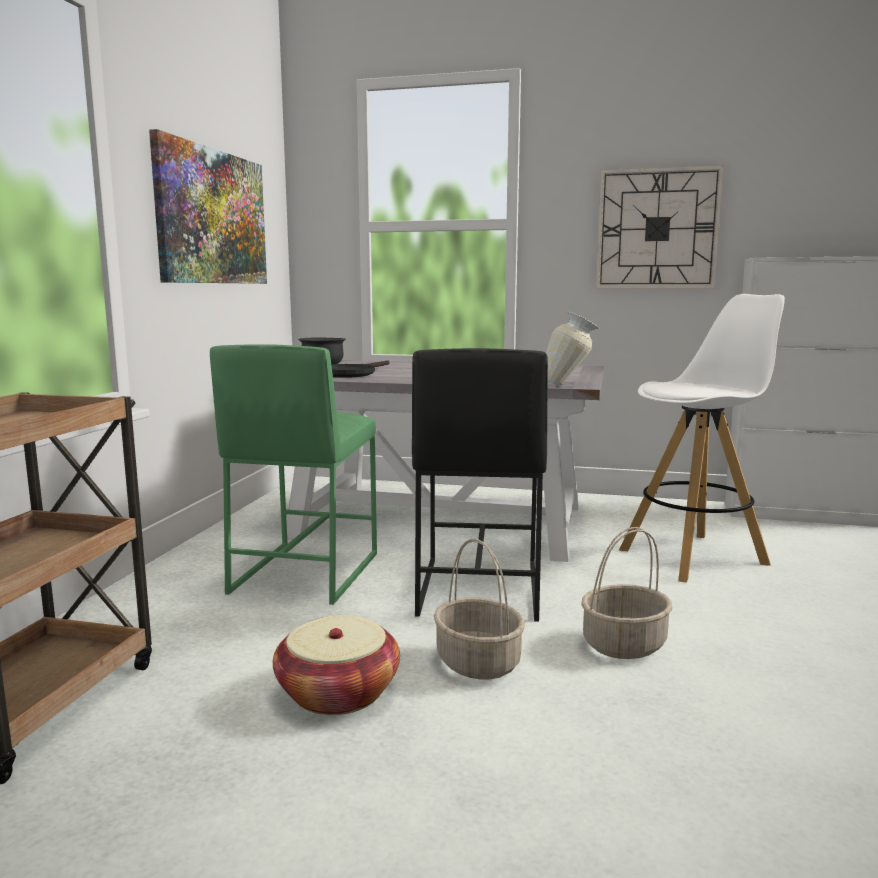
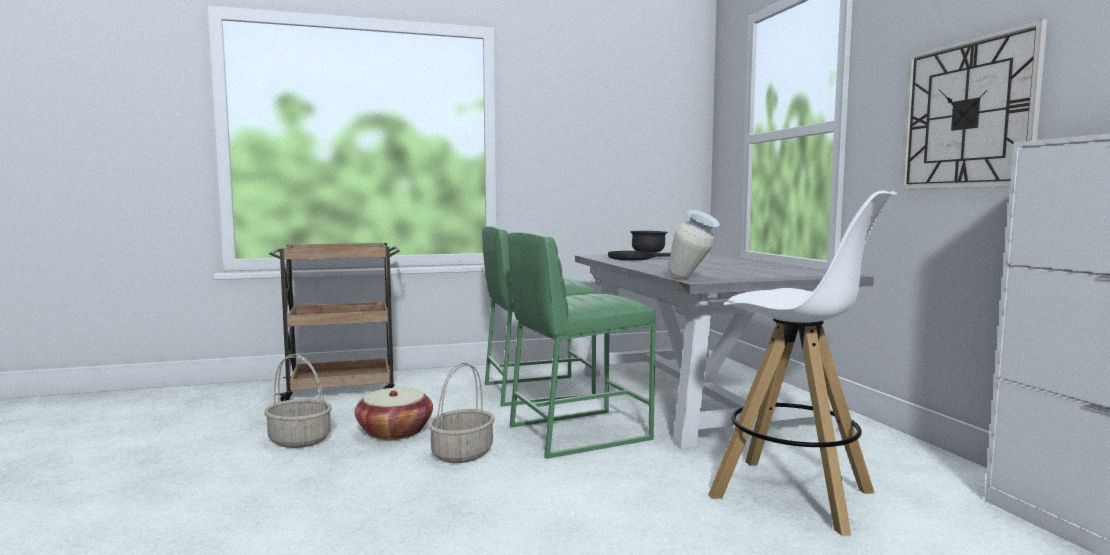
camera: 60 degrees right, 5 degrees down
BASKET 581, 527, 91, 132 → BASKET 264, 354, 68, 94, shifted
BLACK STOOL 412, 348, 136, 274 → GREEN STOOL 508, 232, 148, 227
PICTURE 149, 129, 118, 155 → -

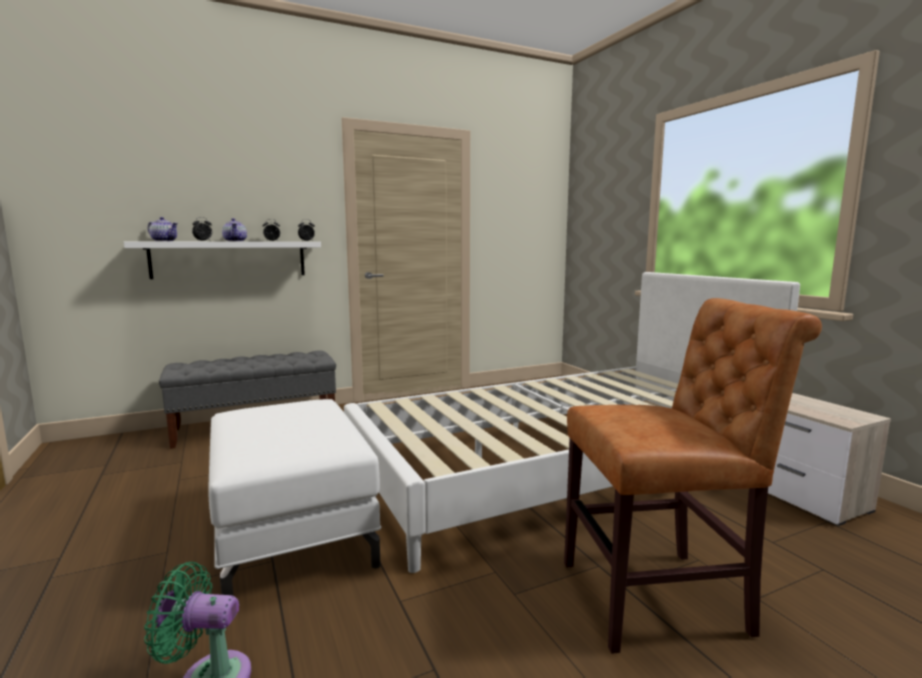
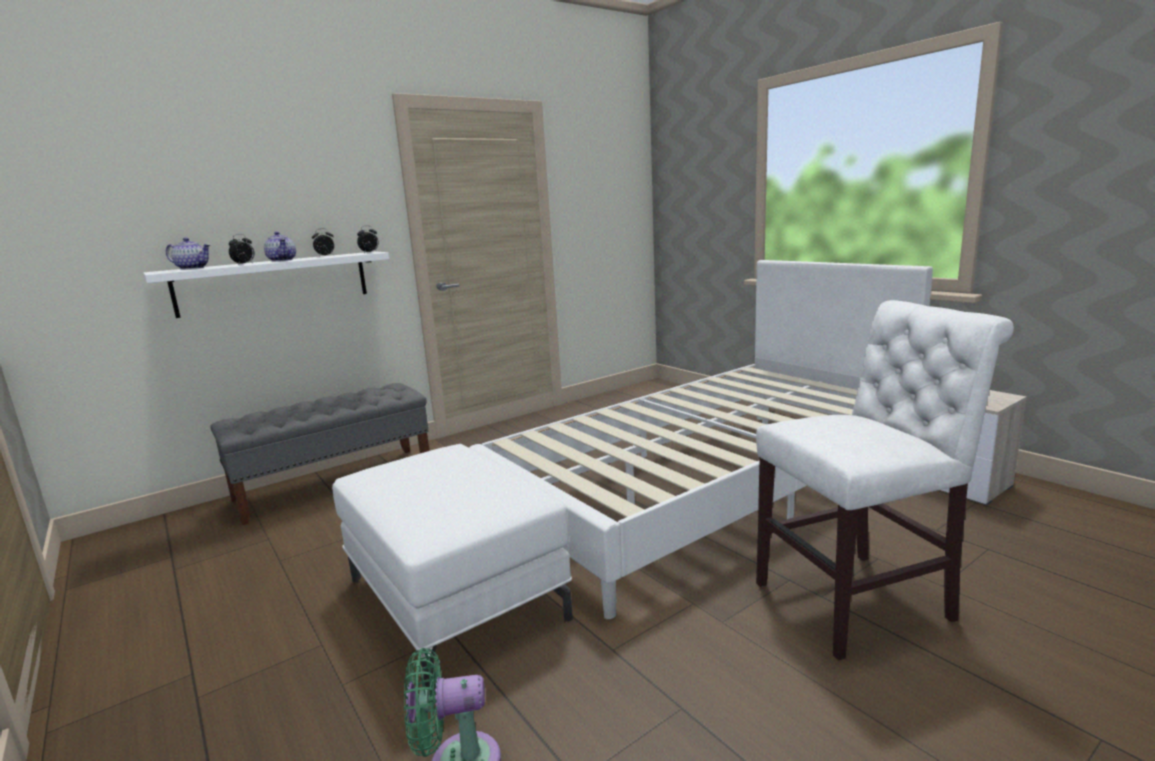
camera: 10 degrees left, 5 degrees up
BROWN CHAIR 564, 298, 258, 356 → WHITE CHAIR 756, 300, 258, 360

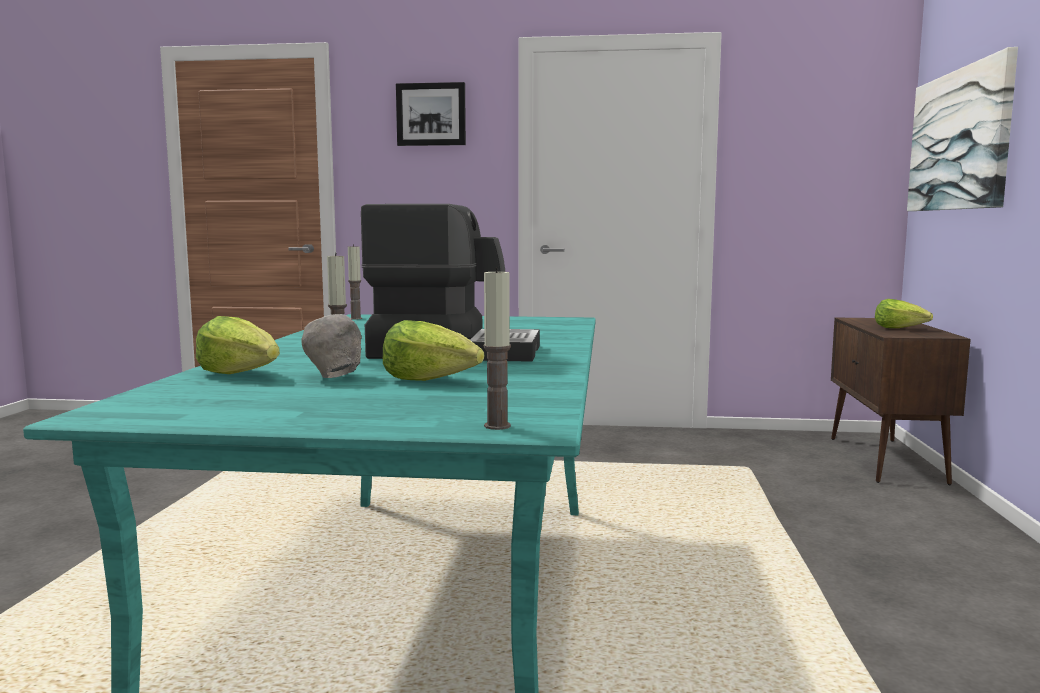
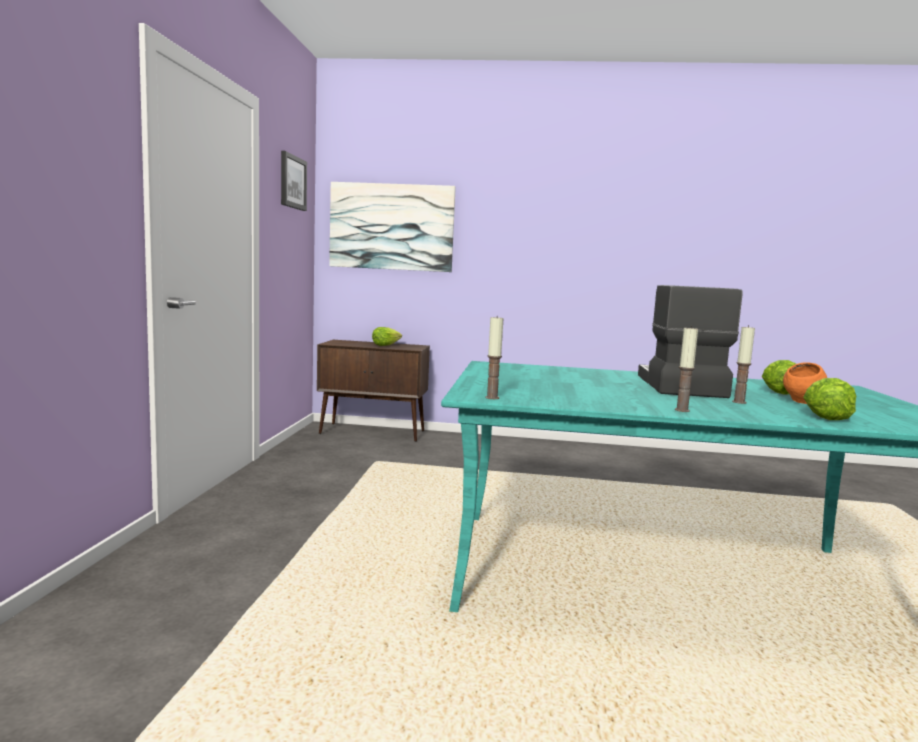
camera: 90 degrees left, 0 degrees up
PICTURE 396, 82, 70, 64 → PICTURE 281, 151, 26, 60, shifted
CANDLE 483, 267, 28, 163 → CANDLE 675, 326, 23, 86, shifted
GREY BOWL 301, 314, 61, 64 → ORANGE BOWL 783, 362, 44, 42

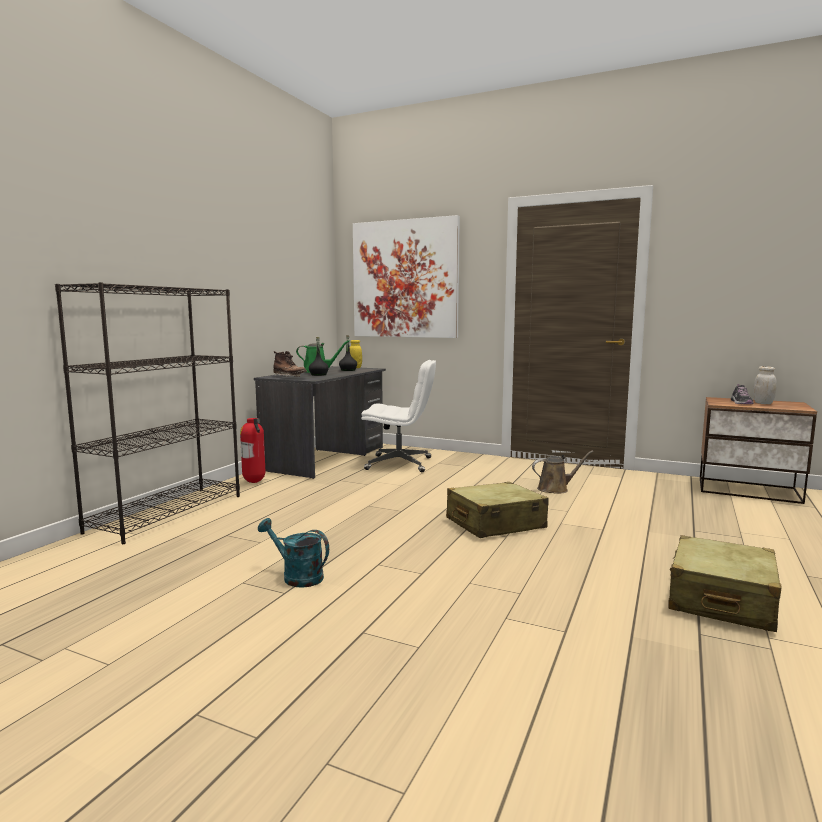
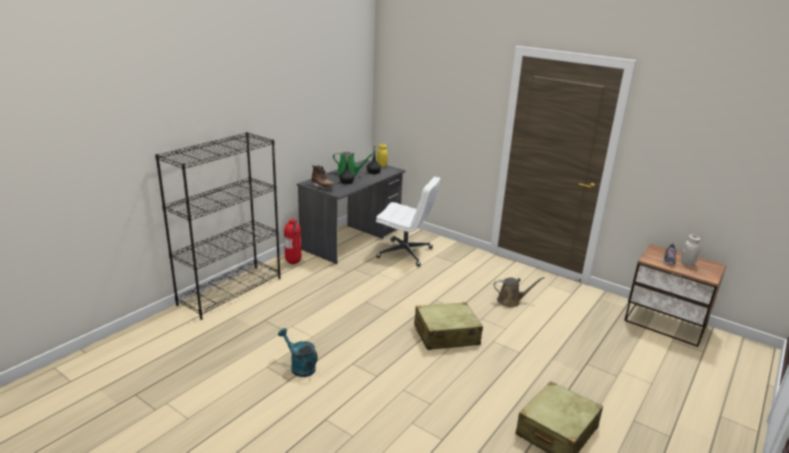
camera: 10 degrees right, 15 degrees up
PICTURE 353, 215, 107, 123 → -

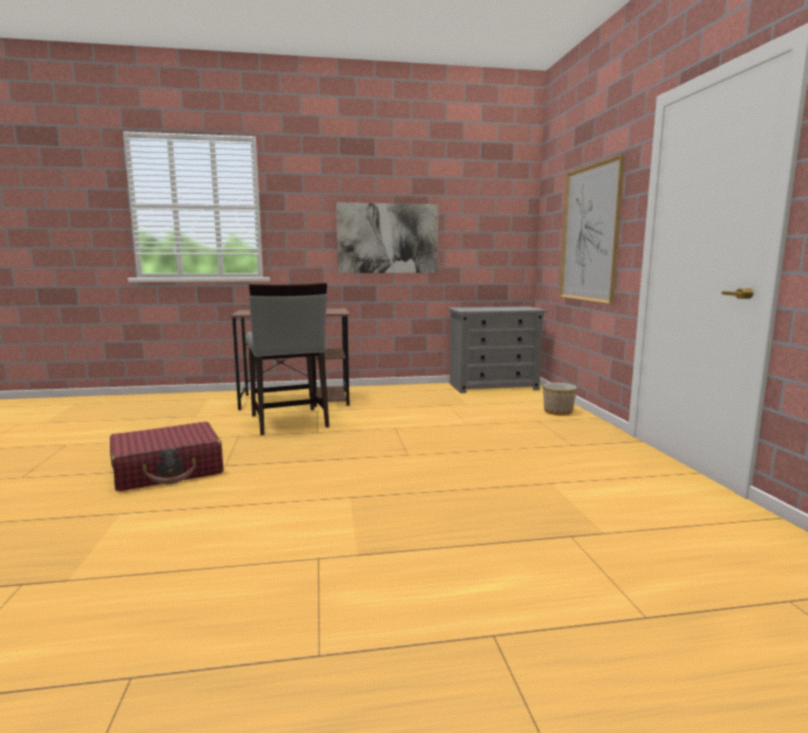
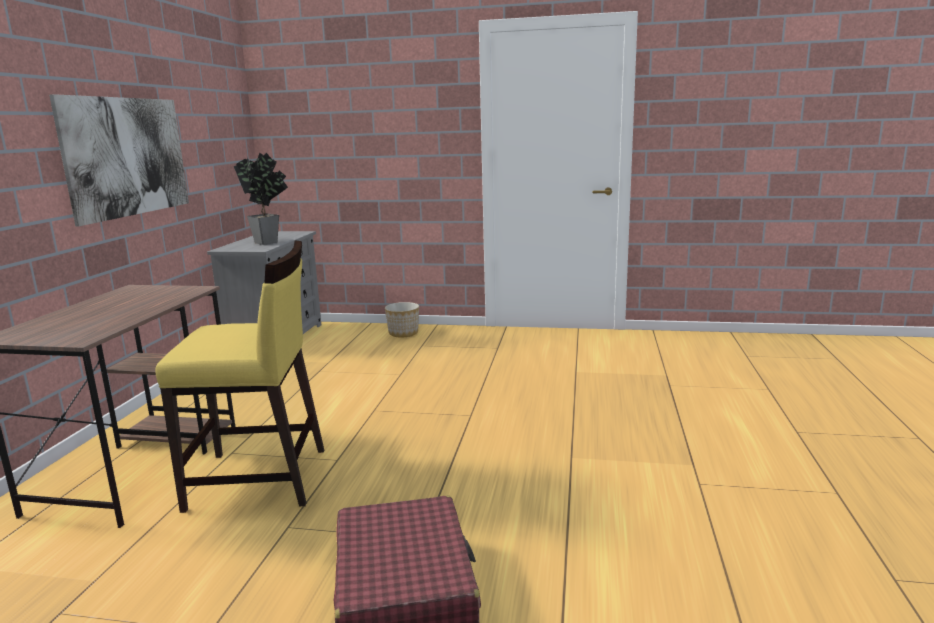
camera: 70 degrees left, 5 degrees up
GREY CHAIR 245, 283, 84, 152 → YELLOW CHAIR 155, 240, 169, 273
- → POTTED PLANT 234, 153, 54, 92
PICTURE 559, 154, 66, 150 → -

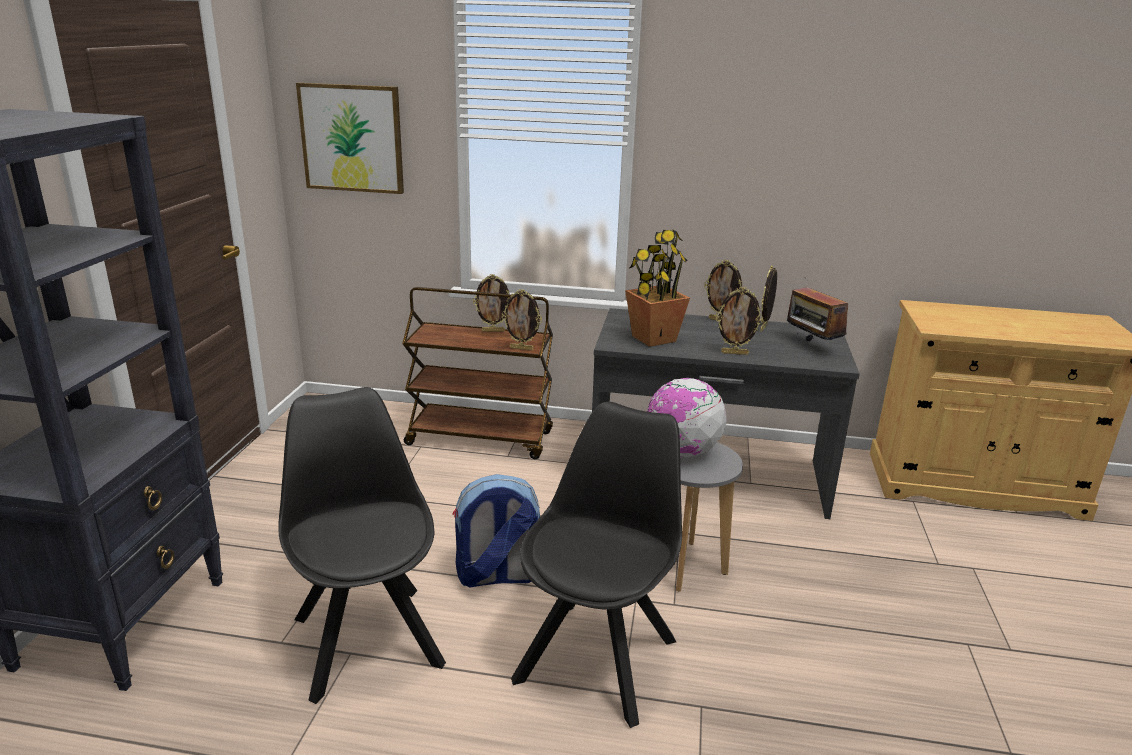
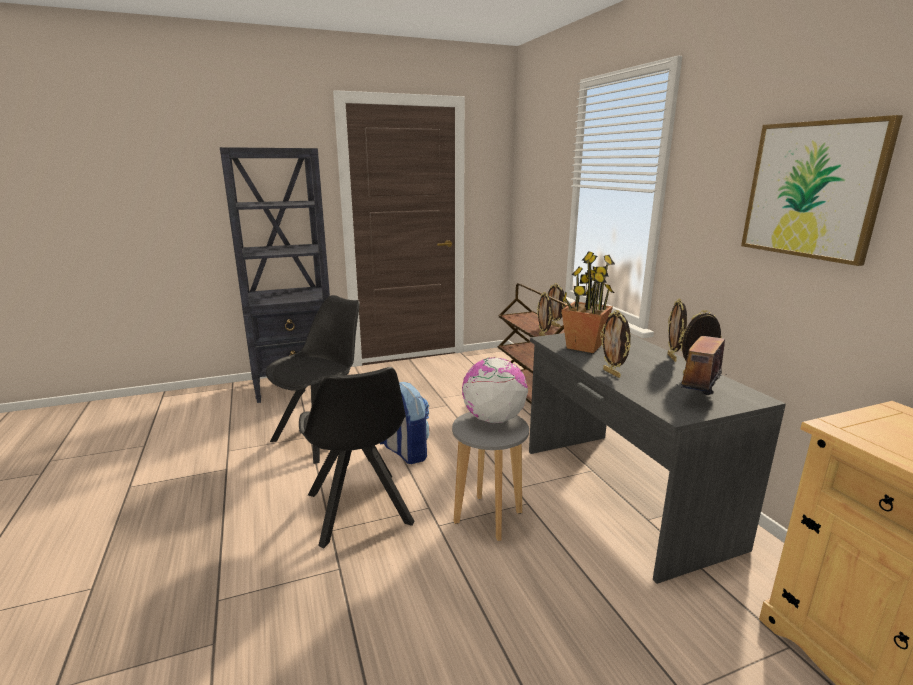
camera: 60 degrees right, 5 degrees down
BLACK CHAIR 511, 402, 171, 326 → BLACK CHAIR 299, 367, 116, 181, 75 degrees clockwise
PICTURE 296, 82, 108, 112 → PICTURE 741, 115, 162, 151, shifted

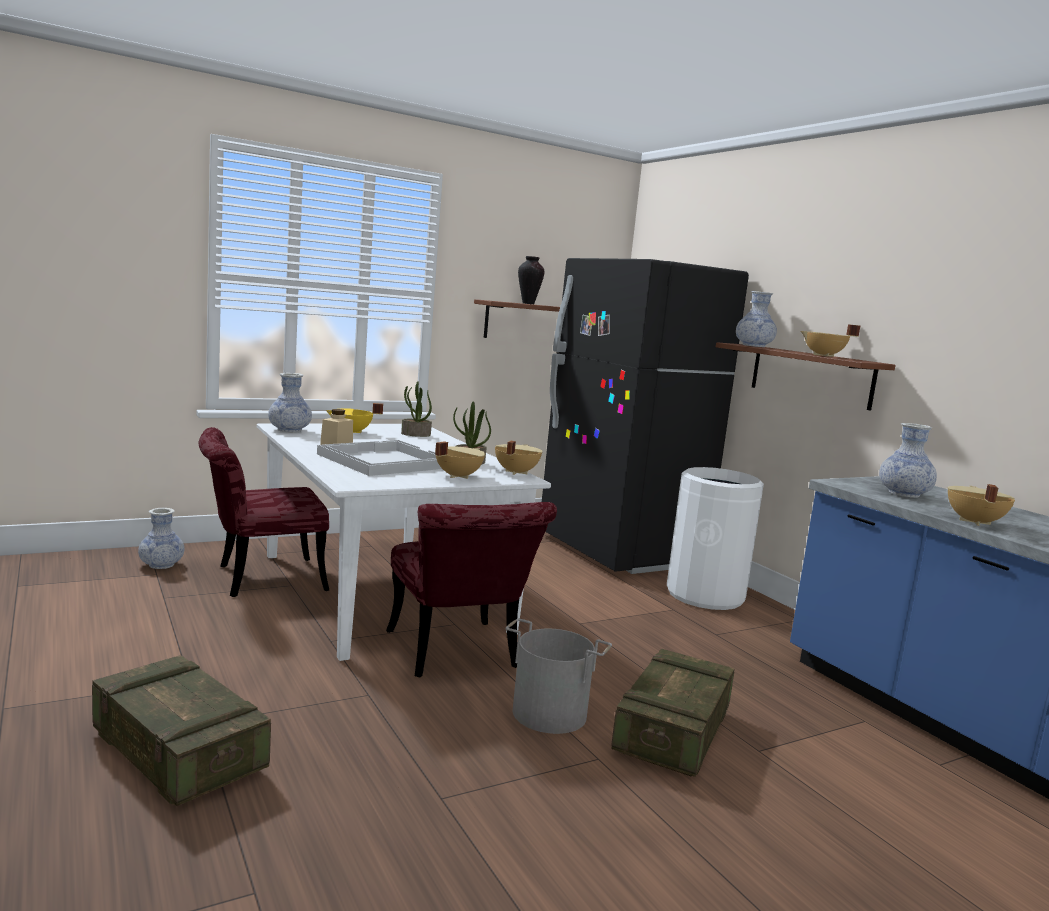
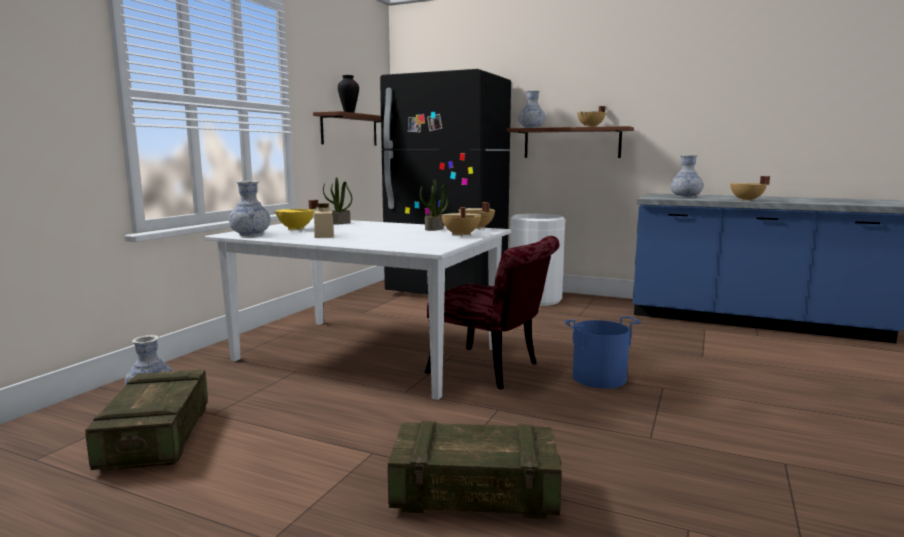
camera: 35 degrees left, 0 degrees up
CRATE 611, 648, 124, 129 → CRATE 85, 369, 123, 102, shifted
GREY BUCKET 506, 619, 106, 115 → BLUE BUCKET 564, 316, 77, 73
RED CHAIR 199, 427, 130, 170 → -
WHITE TRAY 317, 440, 125, 36 → -

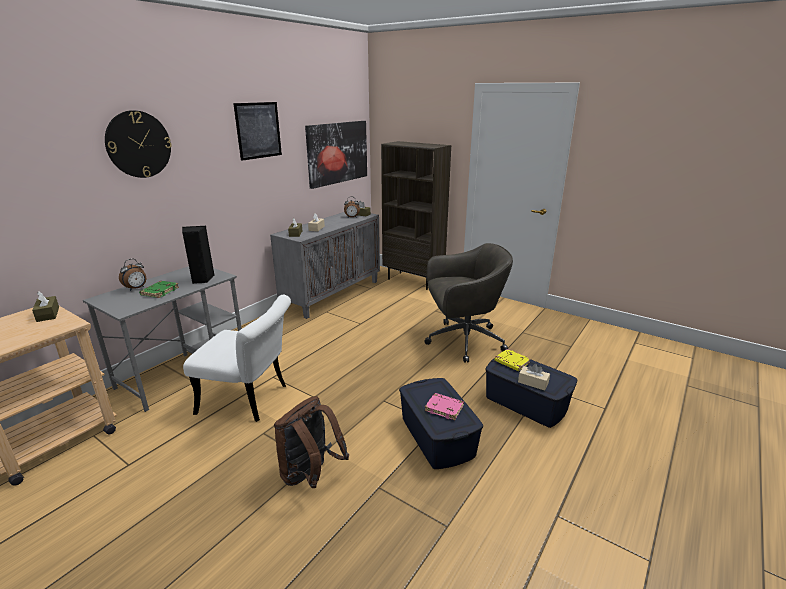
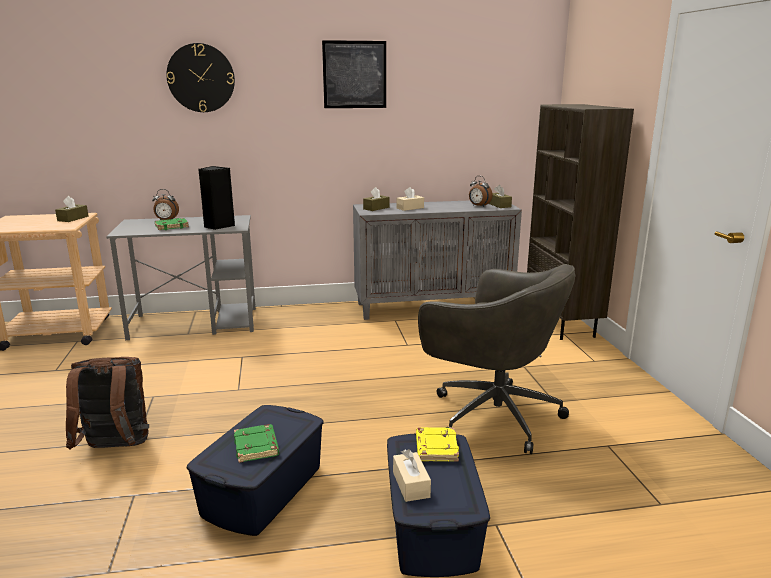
camera: 45 degrees right, 5 degrees down
PINK BOOK 425, 393, 39, 27 → GREEN BOOK 234, 424, 45, 39
WHITE CHAIR 183, 295, 108, 127 → -
PICTURE 305, 121, 62, 68 → -

